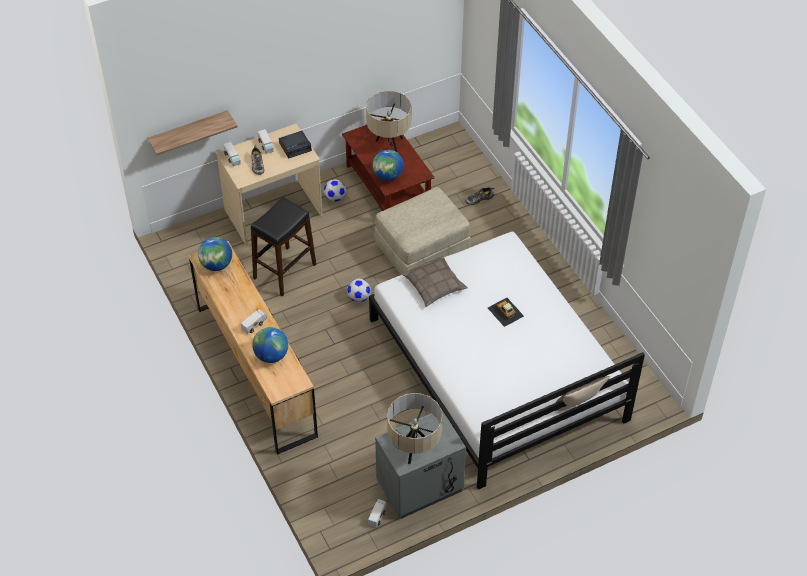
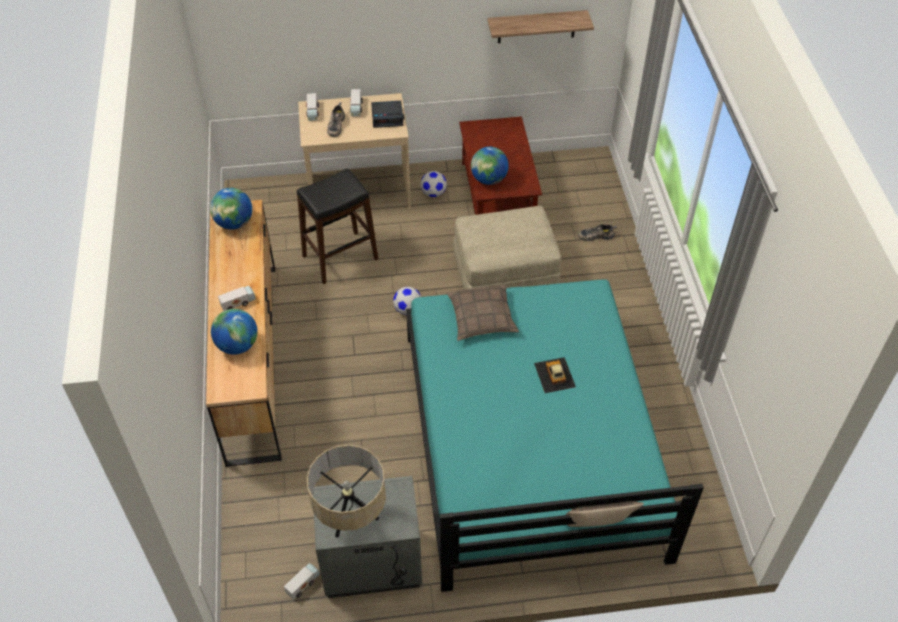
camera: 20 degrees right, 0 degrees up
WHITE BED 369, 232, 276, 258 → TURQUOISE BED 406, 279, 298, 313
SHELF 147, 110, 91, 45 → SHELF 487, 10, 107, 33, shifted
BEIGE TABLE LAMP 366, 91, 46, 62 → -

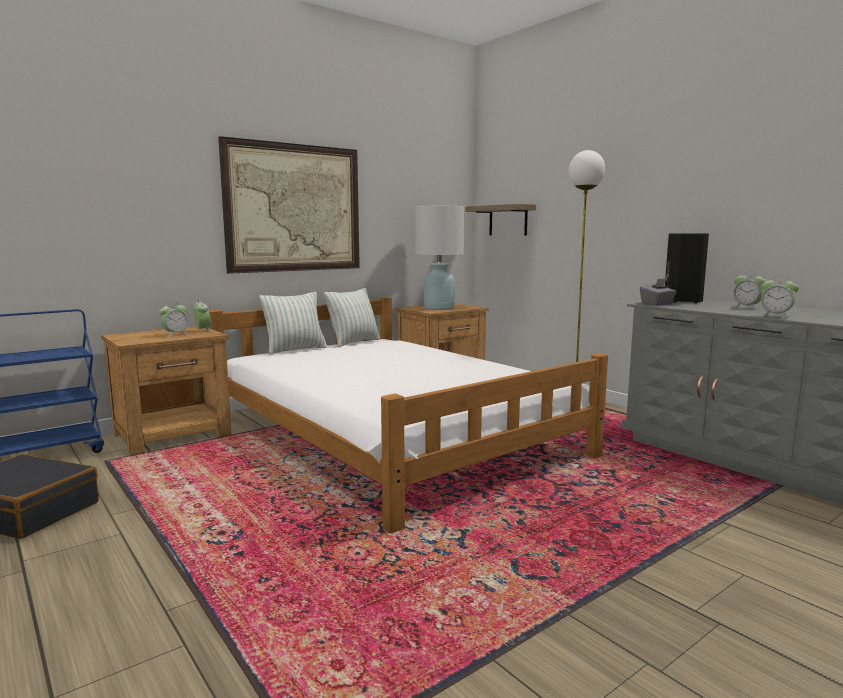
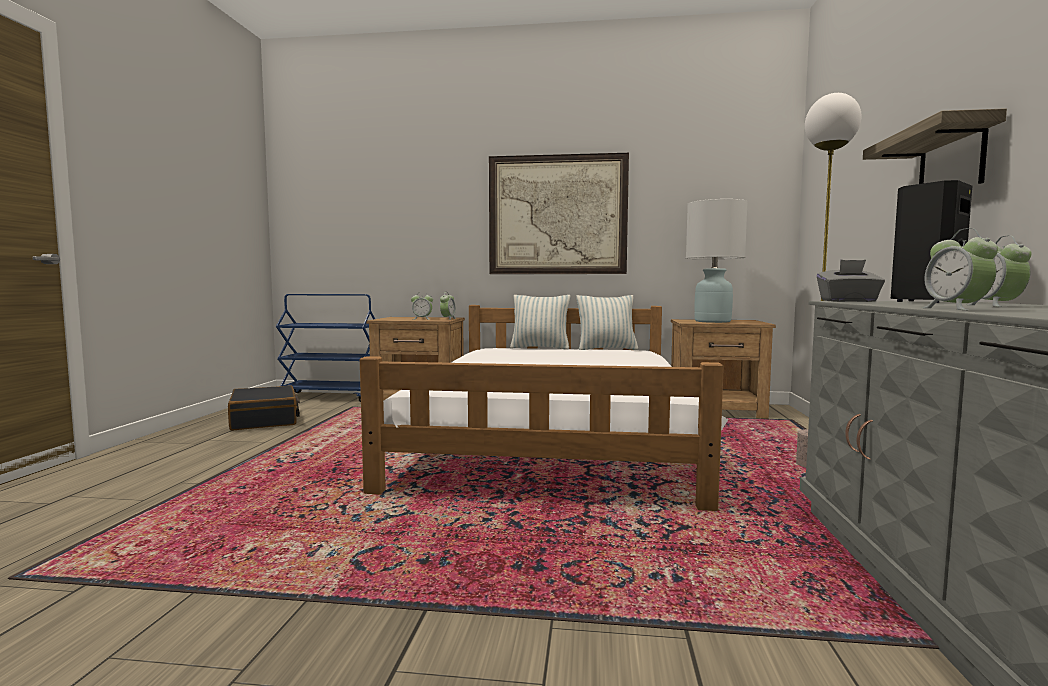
camera: 45 degrees right, 5 degrees down
SHELF 465, 204, 71, 32 → SHELF 863, 108, 144, 76, shifted

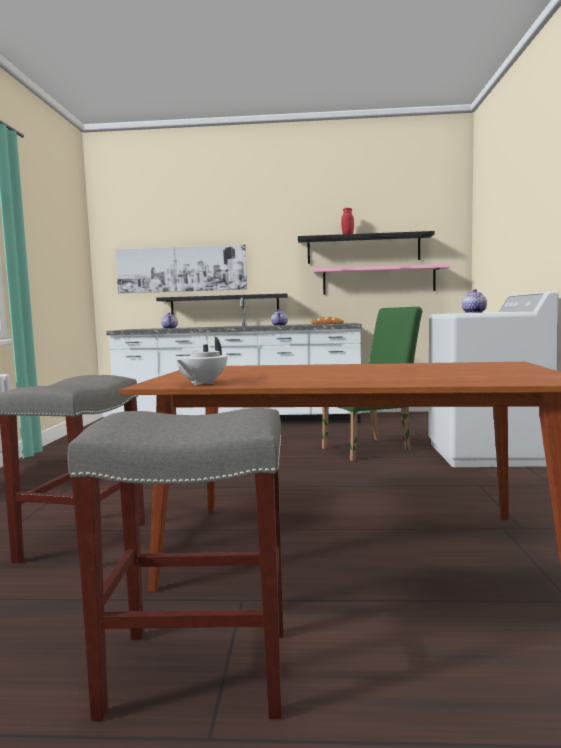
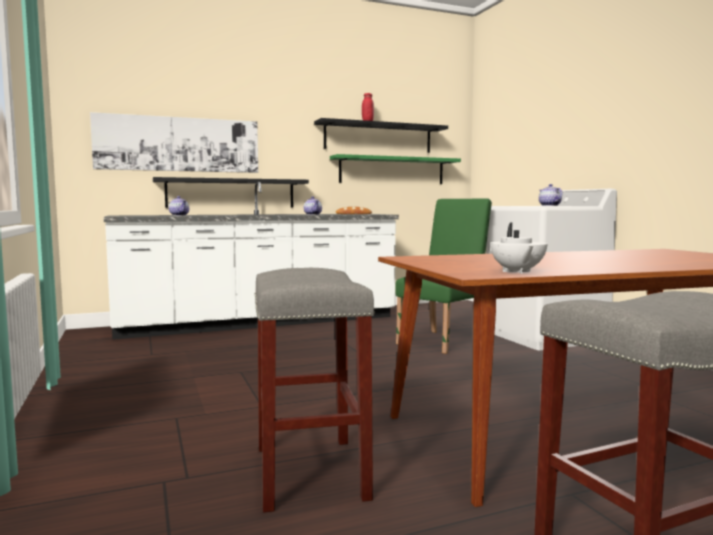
camera: 25 degrees left, 0 degrees up
PINK SHELF 314, 264, 136, 31 → GREEN SHELF 330, 154, 131, 30

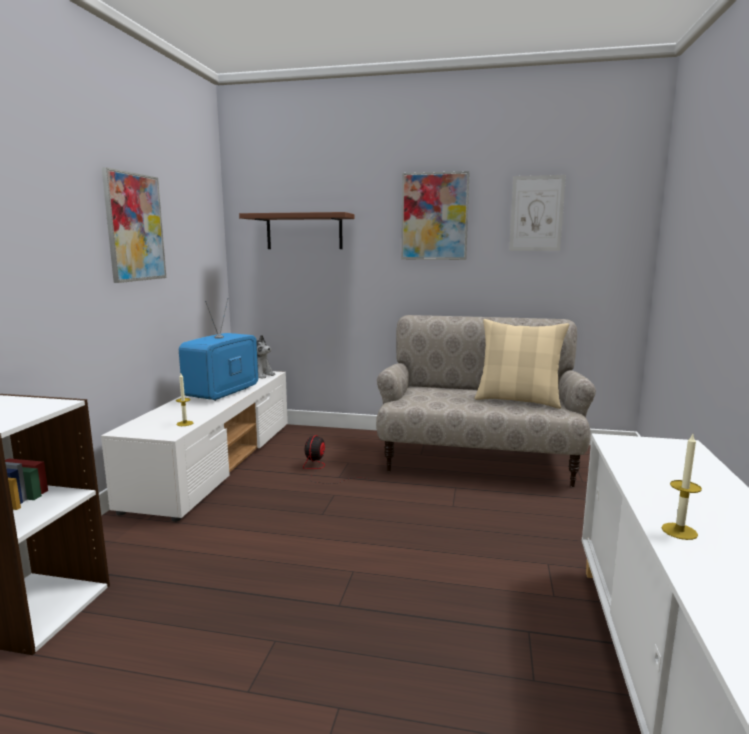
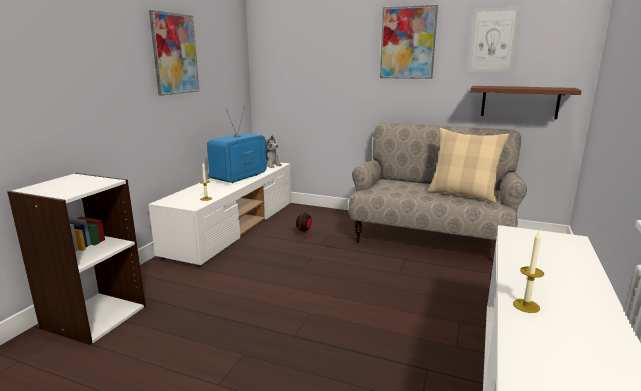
camera: 10 degrees right, 5 degrees up
BROWN SHELF 239, 212, 116, 37 → BROWN SHELF 470, 86, 112, 33, shifted

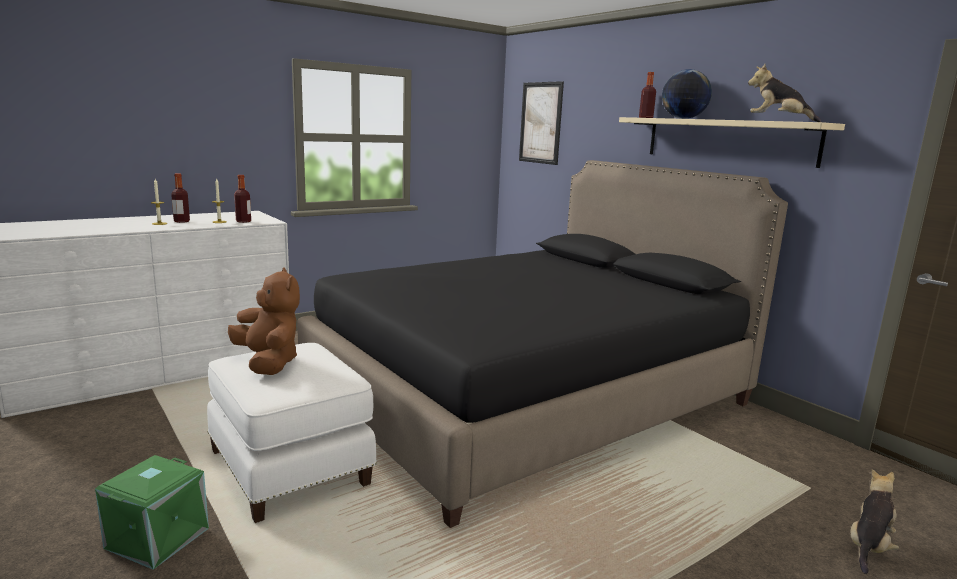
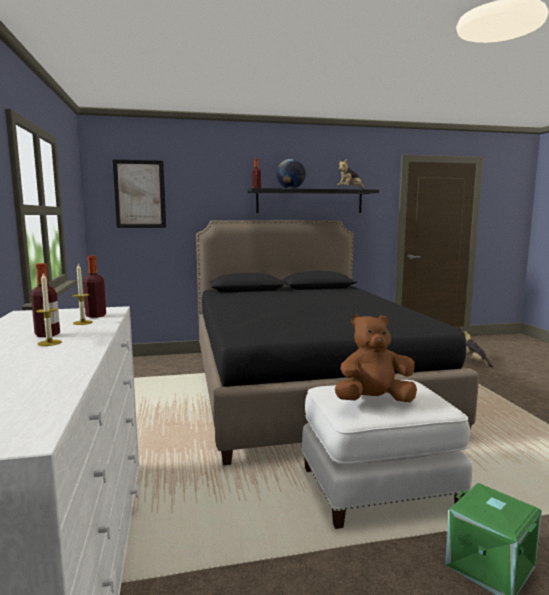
camera: 65 degrees left, 5 degrees down
BEIGE SHELF 619, 117, 226, 51 → BLACK SHELF 248, 188, 131, 25

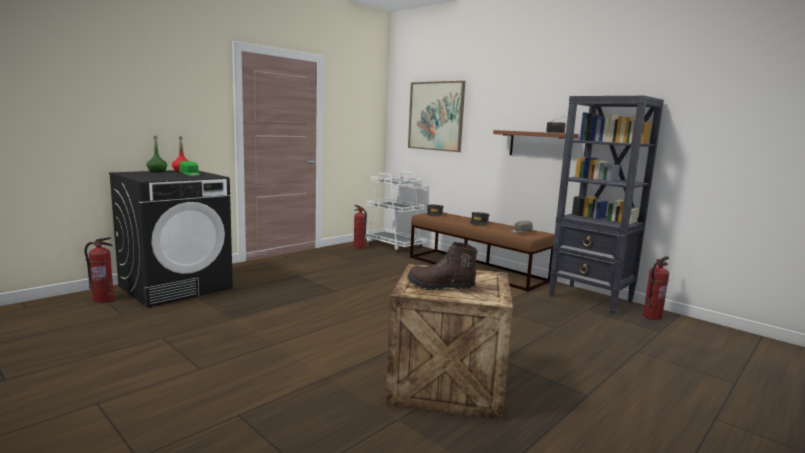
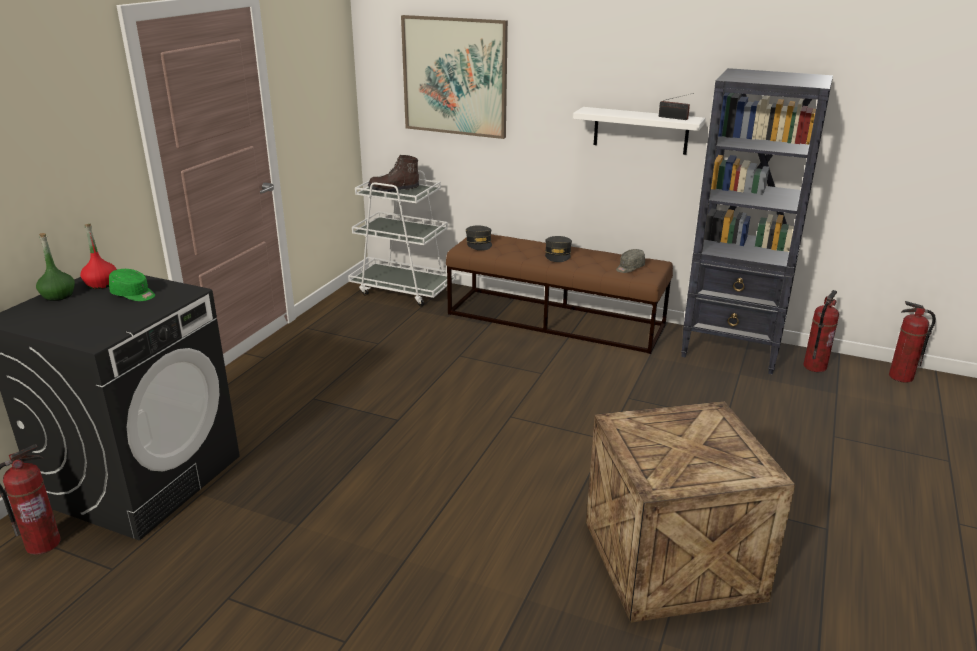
camera: 20 degrees left, 15 degrees up
BROWN BOOT 407, 242, 71, 48 → BROWN BOOT 368, 155, 51, 37, shifted
BROWN SHELF 493, 130, 86, 25 → WHITE SHELF 573, 107, 132, 48
FIRE EXTINGUISHER 354, 205, 13, 44 → FIRE EXTINGUISHER 889, 301, 47, 82, shifted

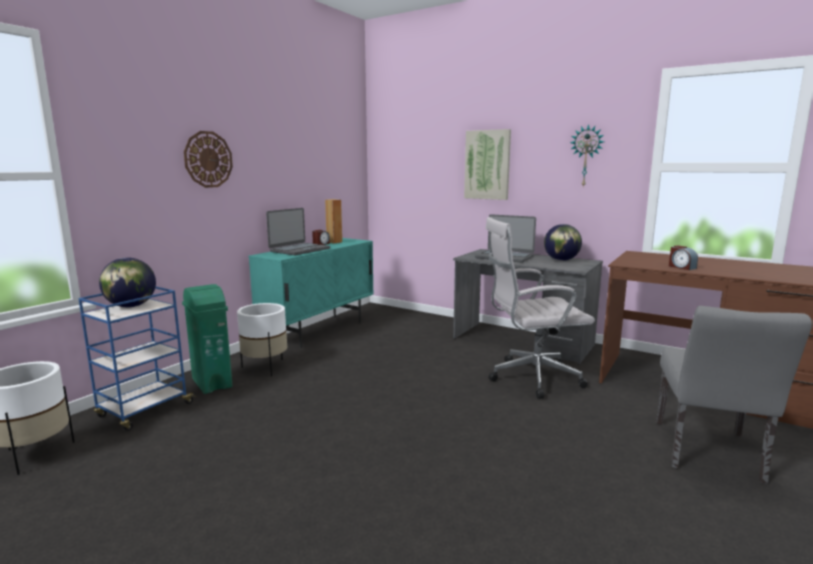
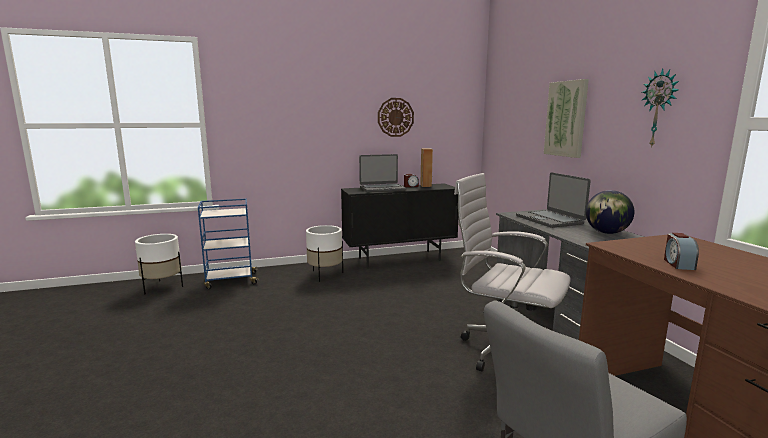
camera: 40 degrees right, 0 degrees up
TURQUOISE CABINET 249, 238, 125, 110 → BLACK CABINET 341, 183, 117, 86
WALL CLOCK 184, 131, 49, 57 → WALL CLOCK 378, 98, 36, 39, shifted
GLOBE 99, 257, 57, 50 → -
GREEN TRASH CAN 182, 284, 50, 110 → -

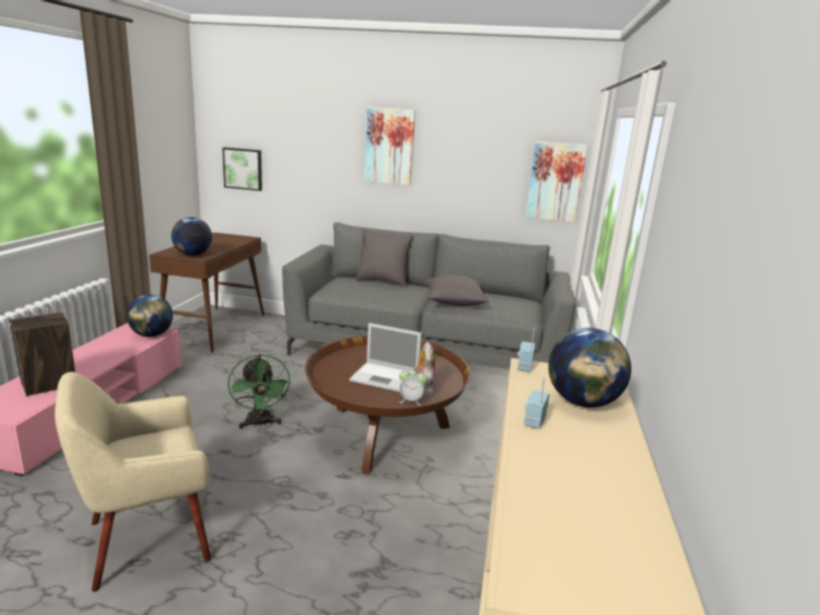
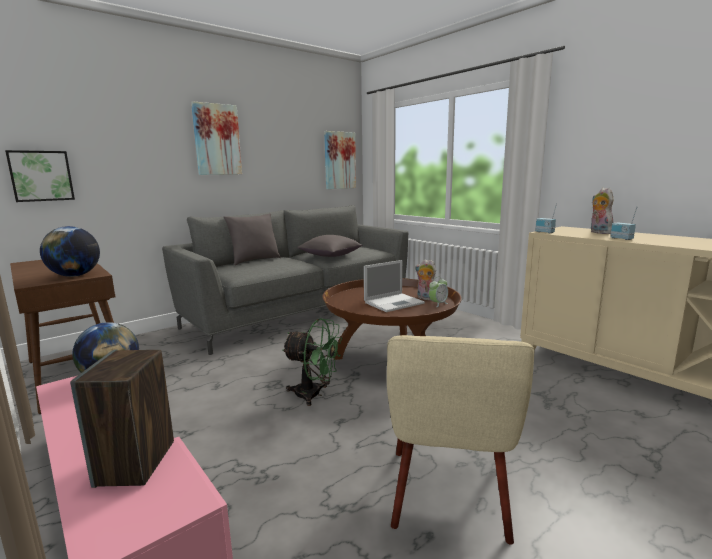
camera: 50 degrees left, 5 degrees down
GLOBE 548, 328, 83, 80 → PLUSH TOY 591, 188, 22, 46

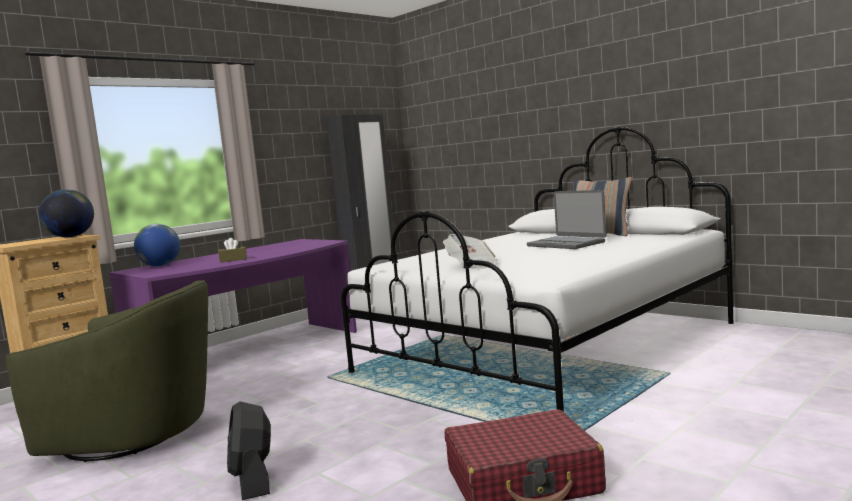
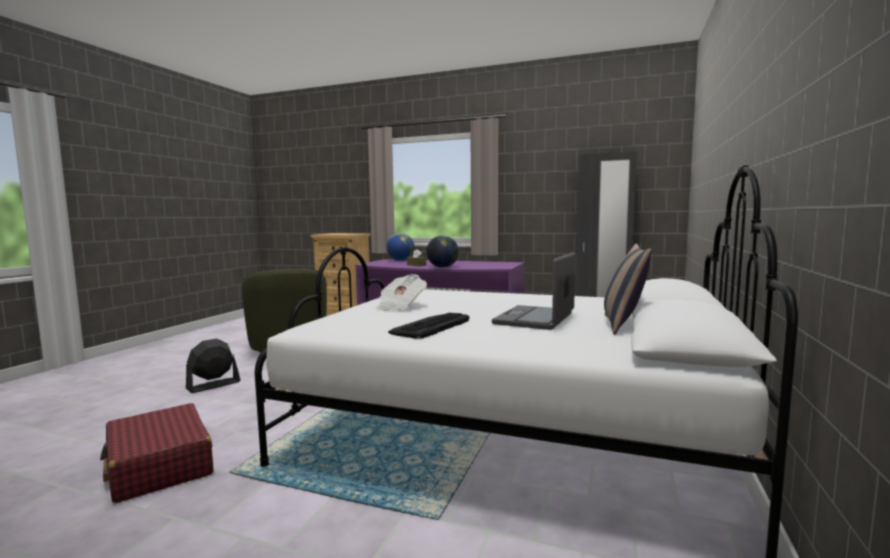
camera: 65 degrees right, 0 degrees up
- → KEYBOARD 388, 313, 82, 26
GLOBE 39, 189, 55, 49 → GLOBE 426, 235, 33, 33, shifted

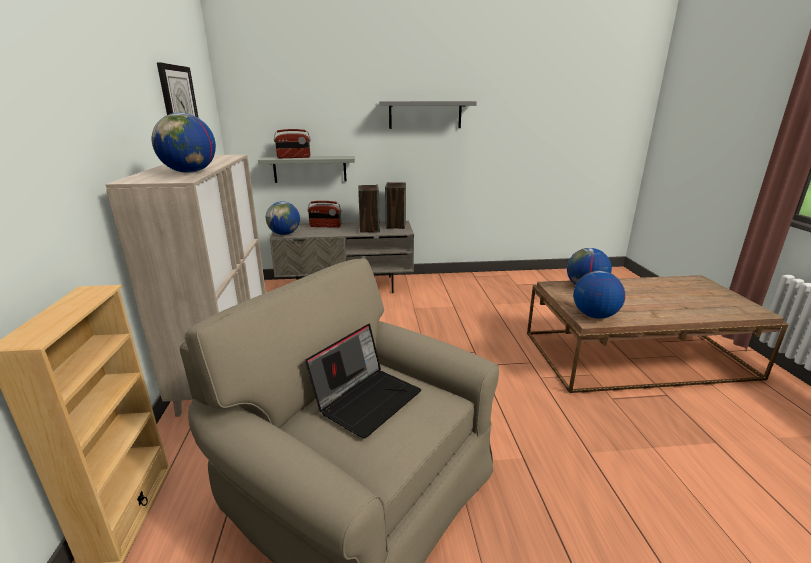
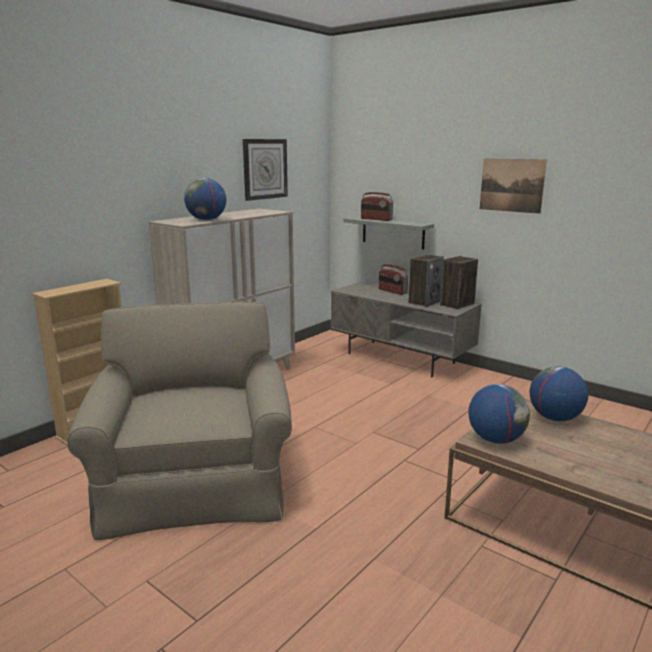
camera: 45 degrees right, 5 degrees down
GREY SHELF 379, 101, 98, 28 → PICTURE 480, 158, 67, 56
GLOBE 266, 201, 34, 34 → -
LAPTOP 305, 324, 116, 115 → -

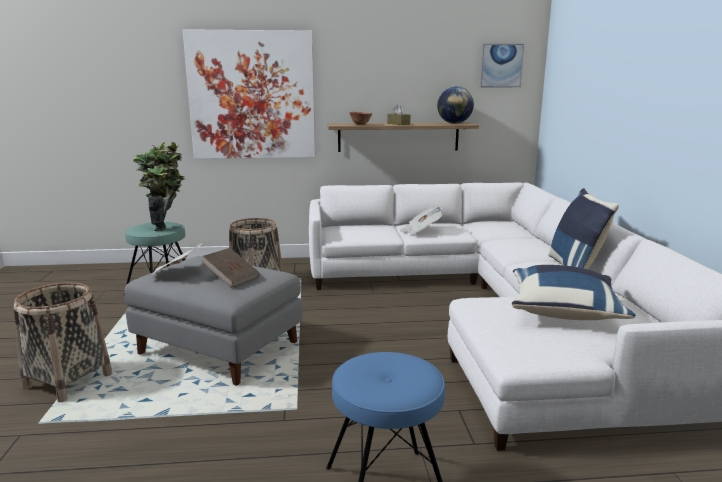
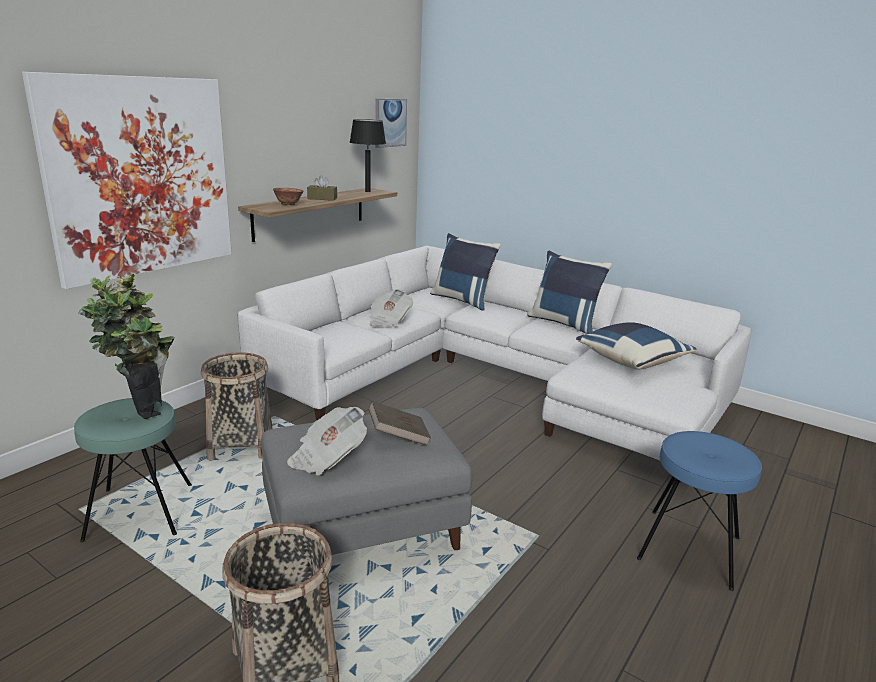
camera: 50 degrees left, 5 degrees up
GLOBE 437, 86, 37, 38 → BLACK TABLE LAMP 350, 119, 36, 73
- → BLUE PILLOW 430, 233, 71, 78

